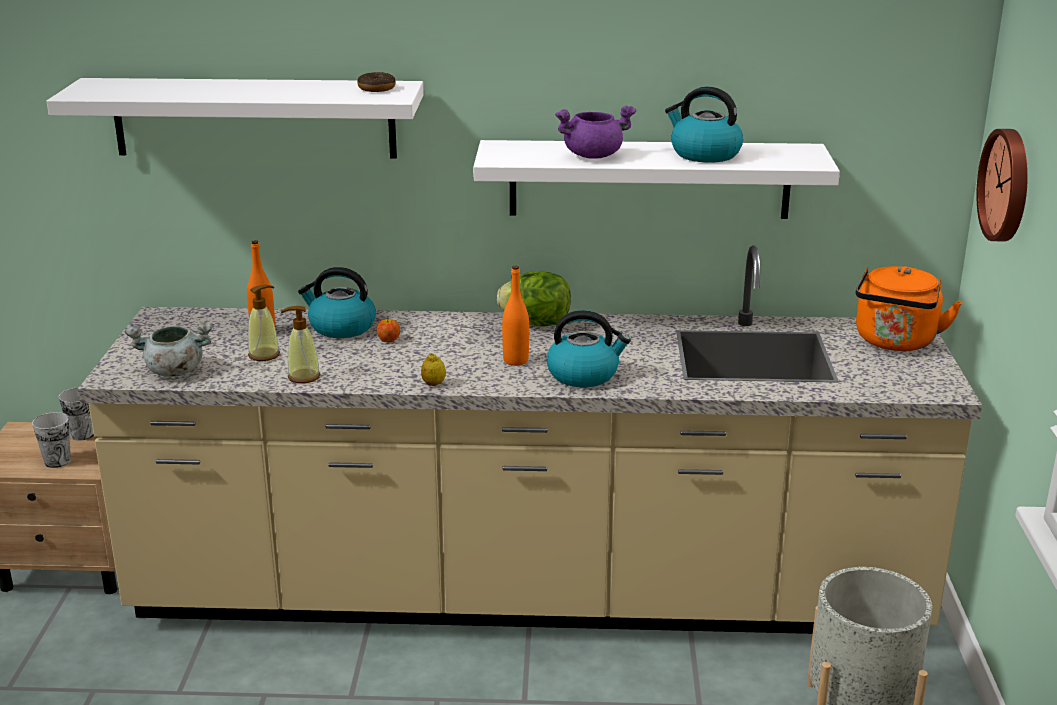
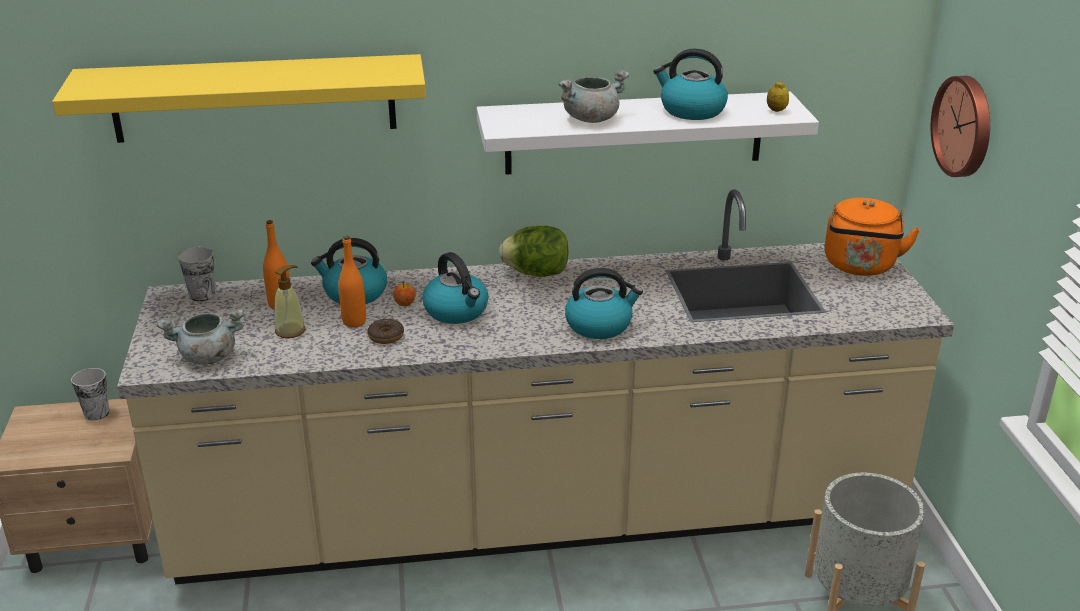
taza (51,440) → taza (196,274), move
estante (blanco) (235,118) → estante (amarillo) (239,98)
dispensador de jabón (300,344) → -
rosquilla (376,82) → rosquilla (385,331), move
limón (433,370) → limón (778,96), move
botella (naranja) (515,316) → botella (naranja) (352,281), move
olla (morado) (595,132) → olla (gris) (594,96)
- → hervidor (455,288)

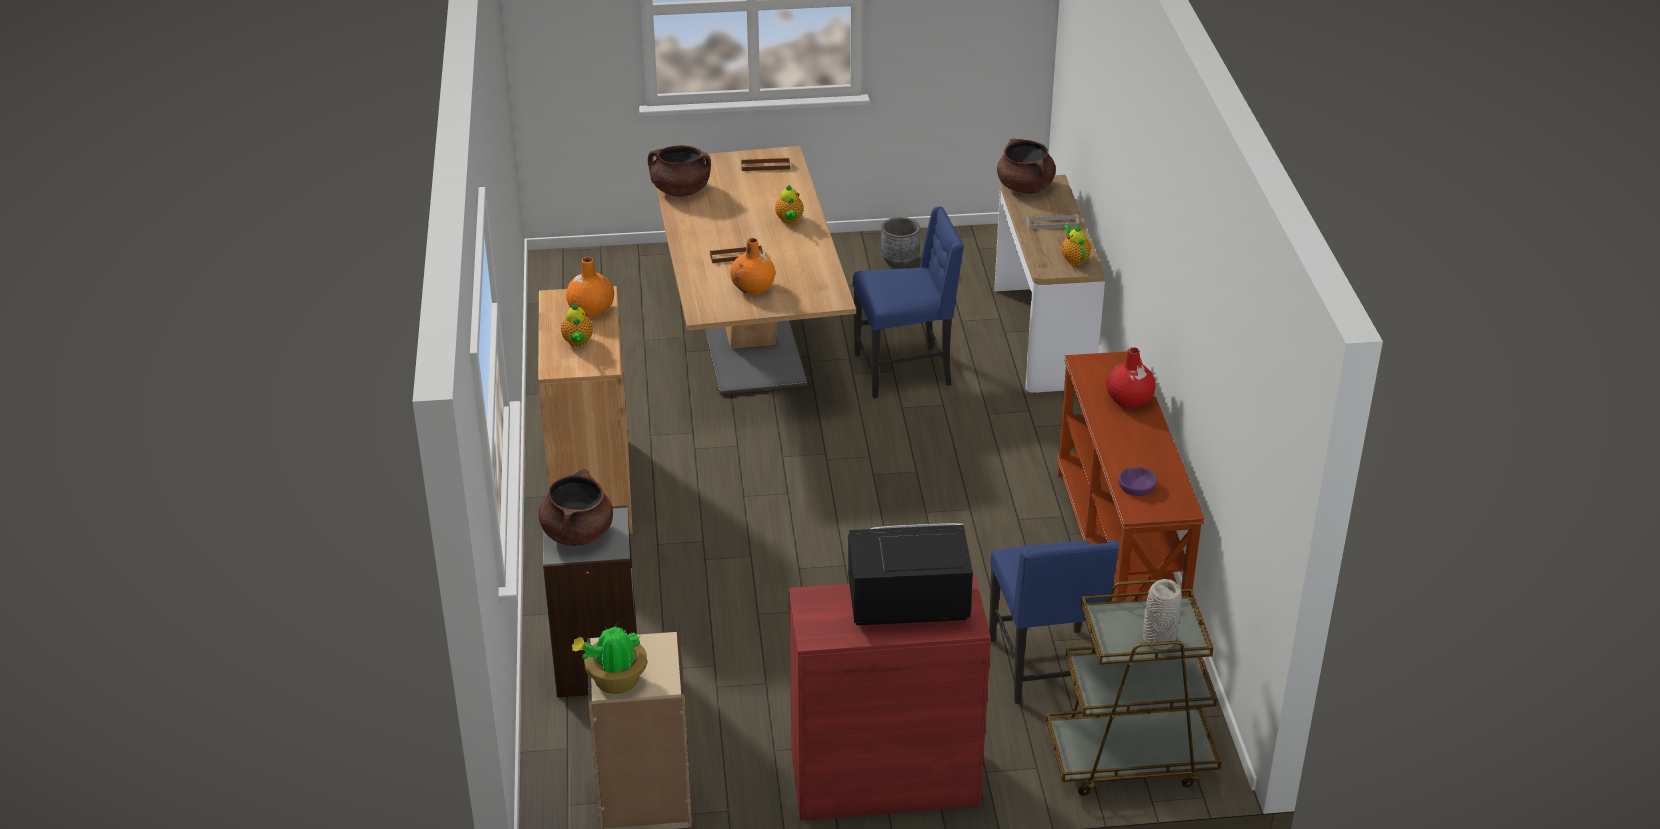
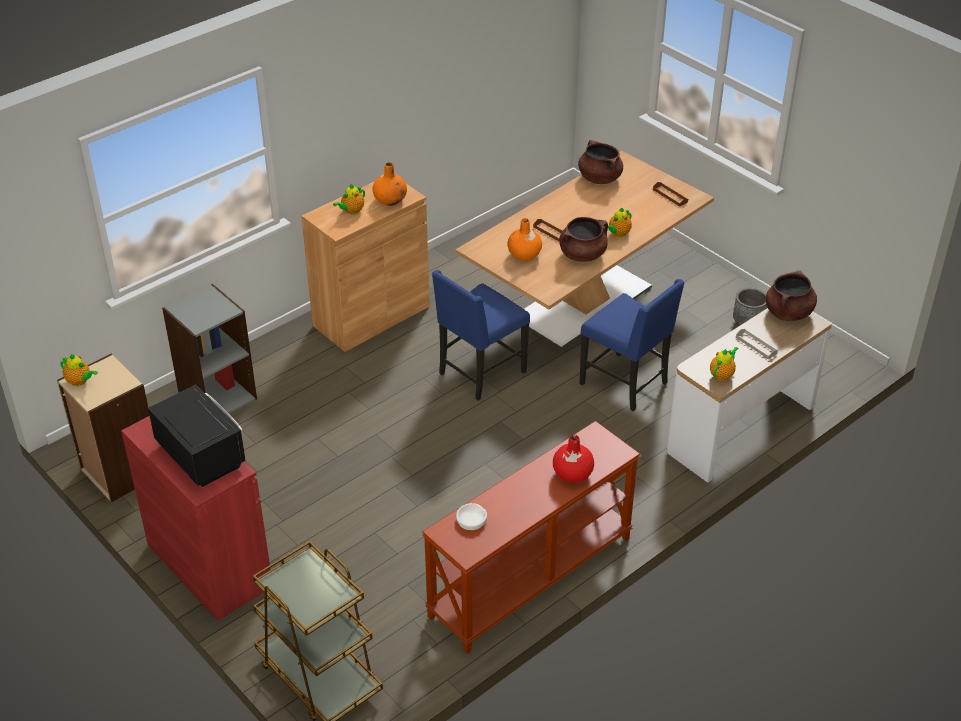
olla (marrón) (576,507) → olla (marrón) (583,239), move
planta en maceta (609,660) → tetera (79,370)
silla (azul) (1054,622) → silla (azul) (481,335), move
cuenco (morado) (1138,481) → cuenco (blanco) (471,516)
florero (gris) (1162,614) → -

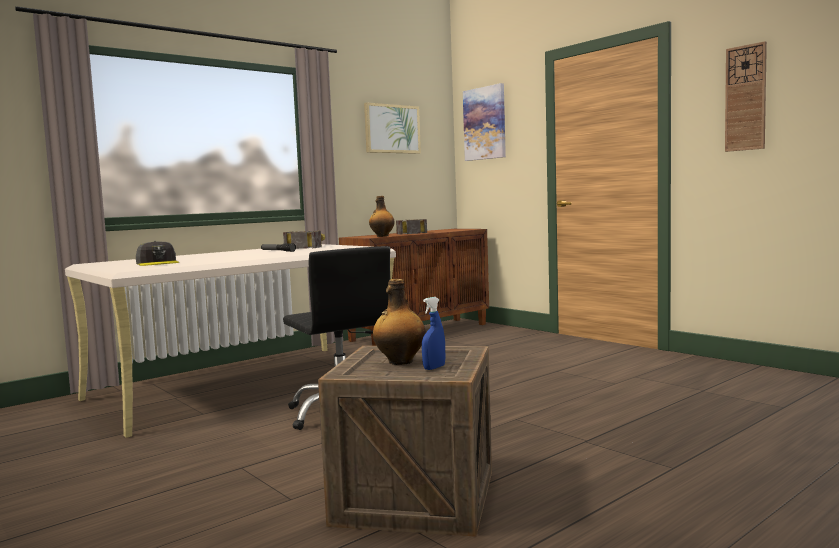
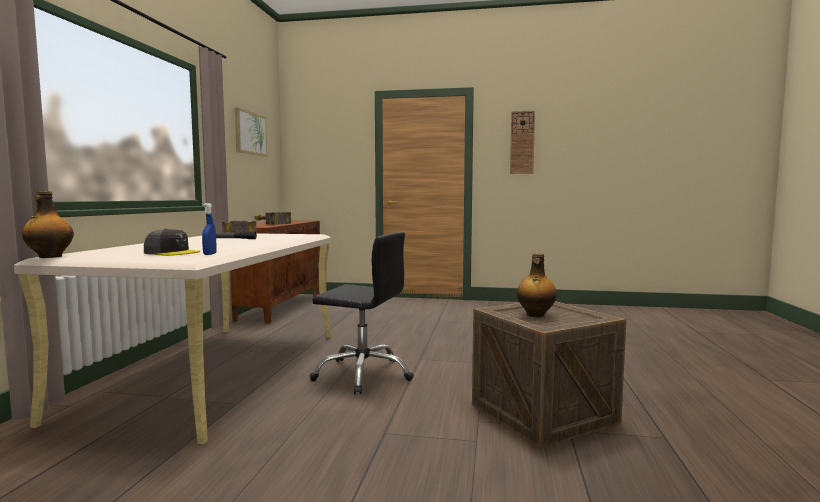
botella (382,216) → botella (48,224), move
pulverizador (azul) (433,333) → pulverizador (azul) (209,229), move
cuadro (484,122) → -

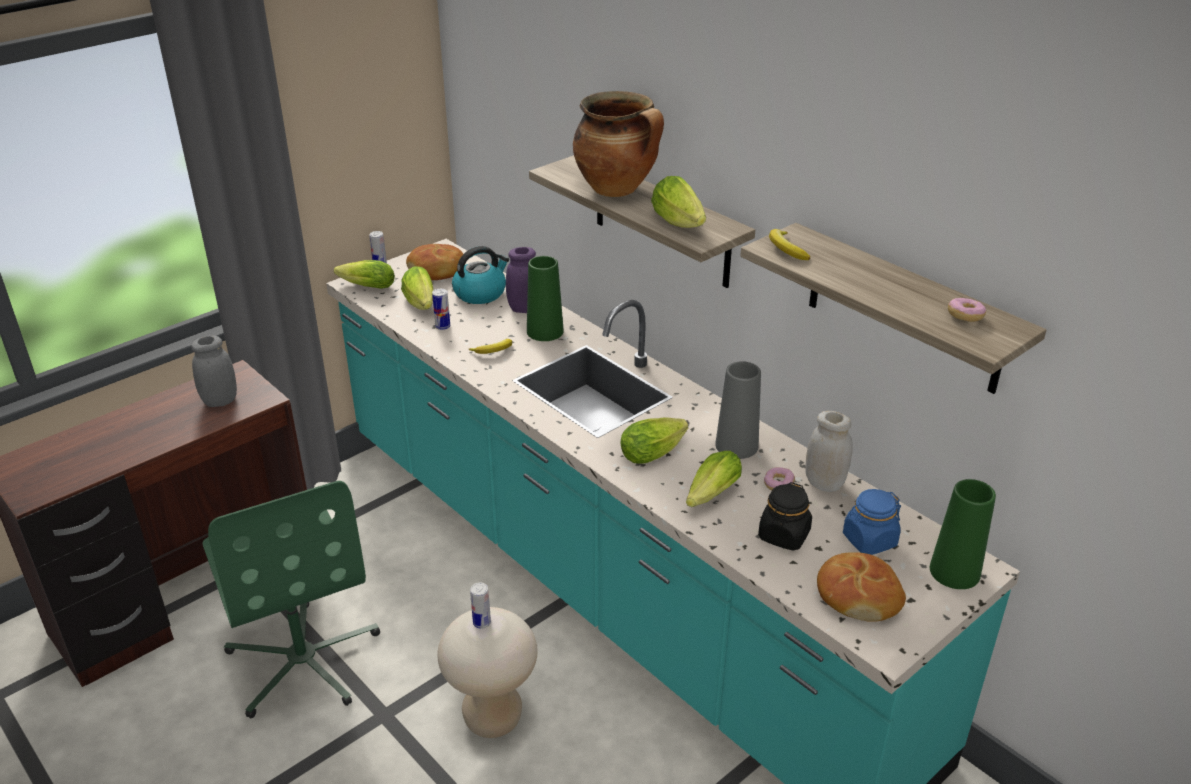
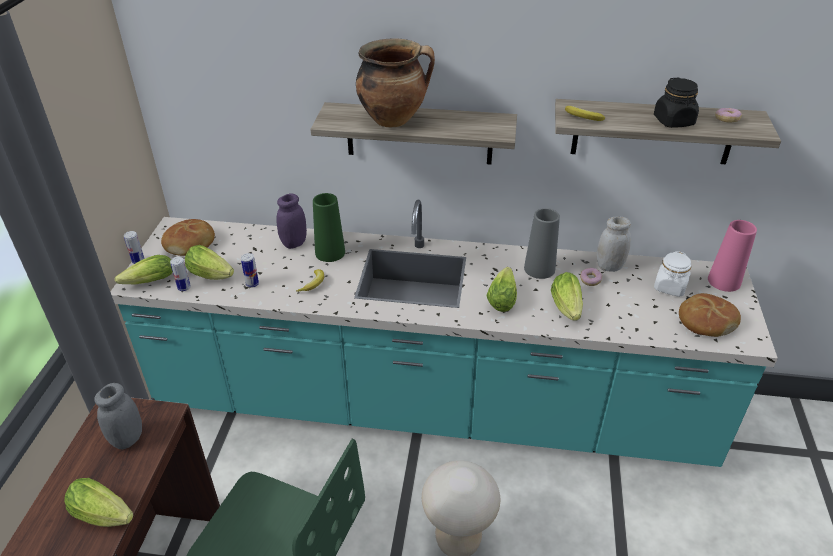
hervidor (480,275) → -
lata (480,605) → lata (180,274), move
lechuga (678,202) → lechuga (98,502), move
tarro (negro) (785,516) → tarro (negro) (676,102), move
tarro (azul) (872,522) → tarro (blanco) (672,274)
florero (verde) (963,534) → florero (rosa) (732,256)

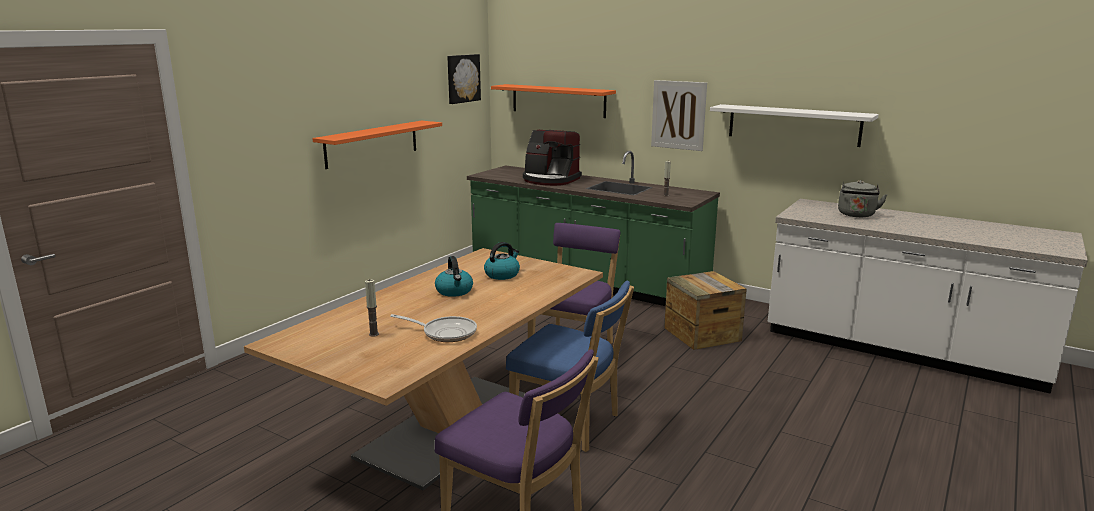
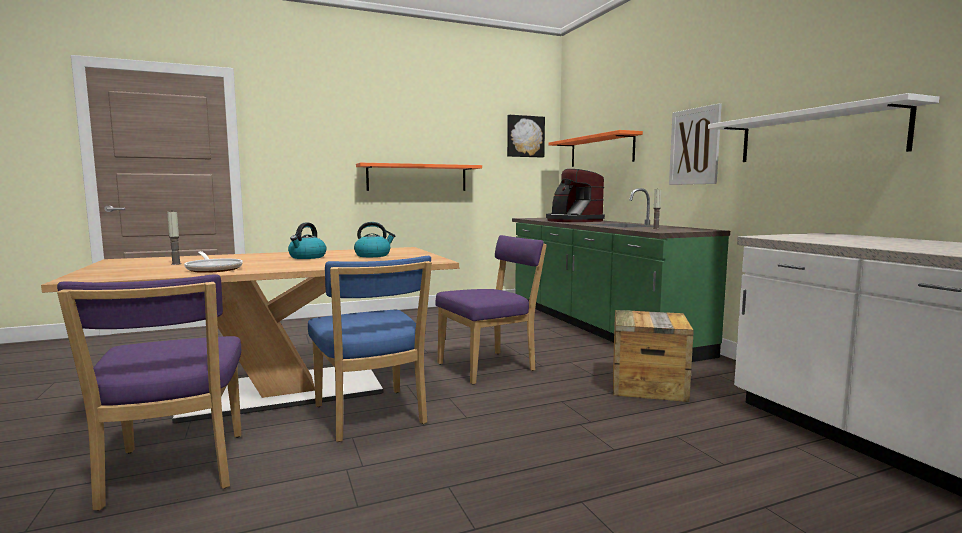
hervidor (gris) (862,198) → -

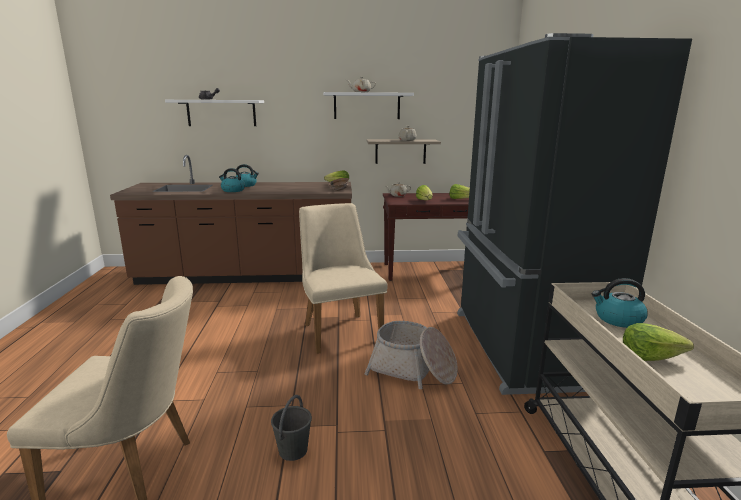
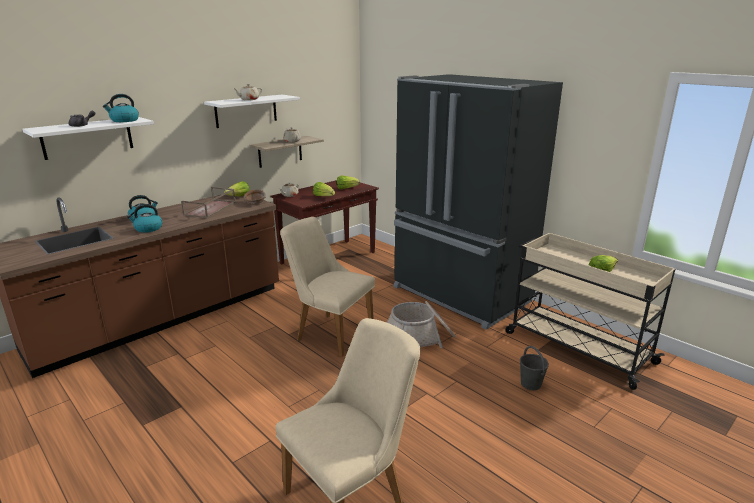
cubo (gris) (291,428) → cubo (gris) (534,368), move
hervidor (620,303) → hervidor (121,108), move
- → bandeja (marrón) (208,202)

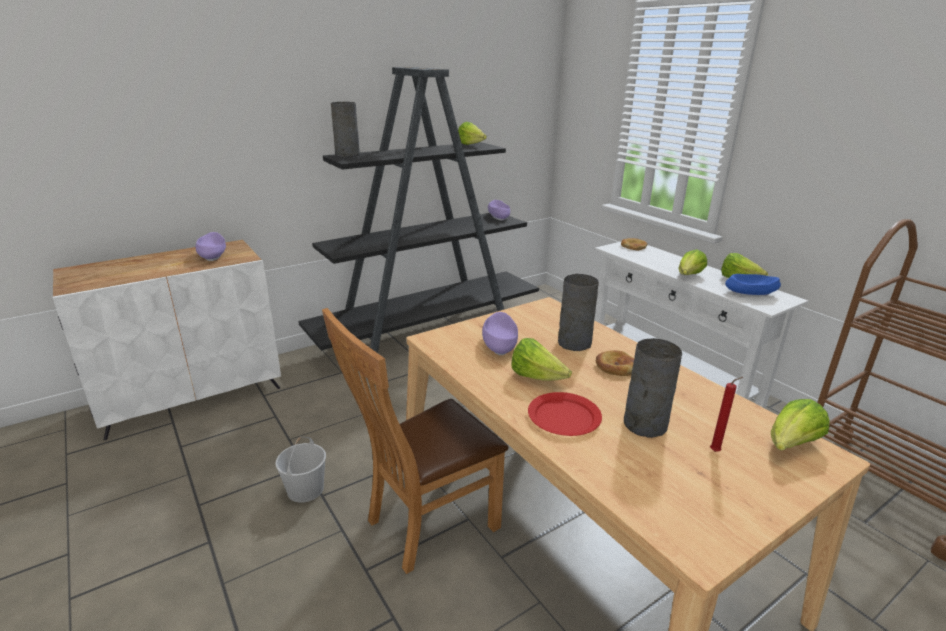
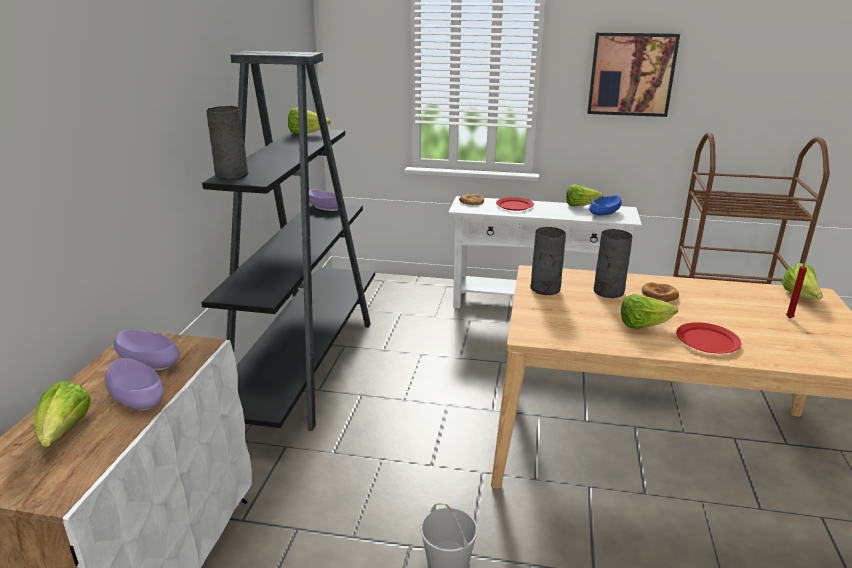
silla (marrón) (415,441) → -
cuenco (morado) (500,333) → cuenco (morado) (134,384), move
florero (gris) (653,388) → florero (gris) (548,261), move
lechuga (692,262) → lechuga (62,414), move
- → plato (rojo) (515,204)
- → cuadro (633,74)

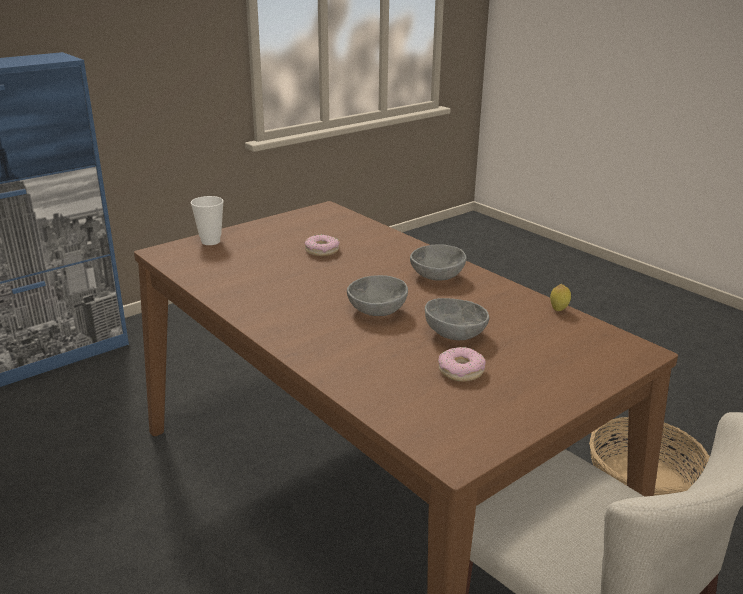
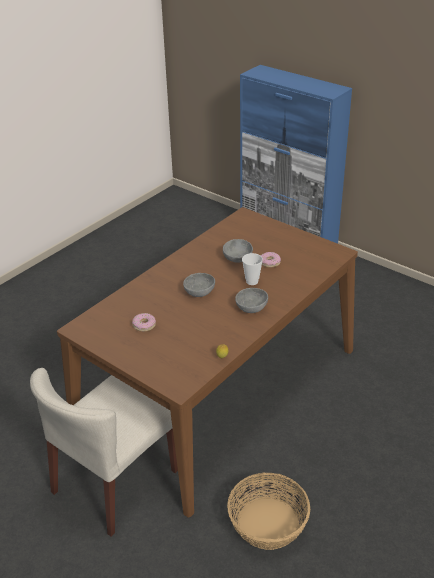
taza (207,220) → taza (252,269), move
cuenco (gris) (457,319) → cuenco (gris) (238,251), move

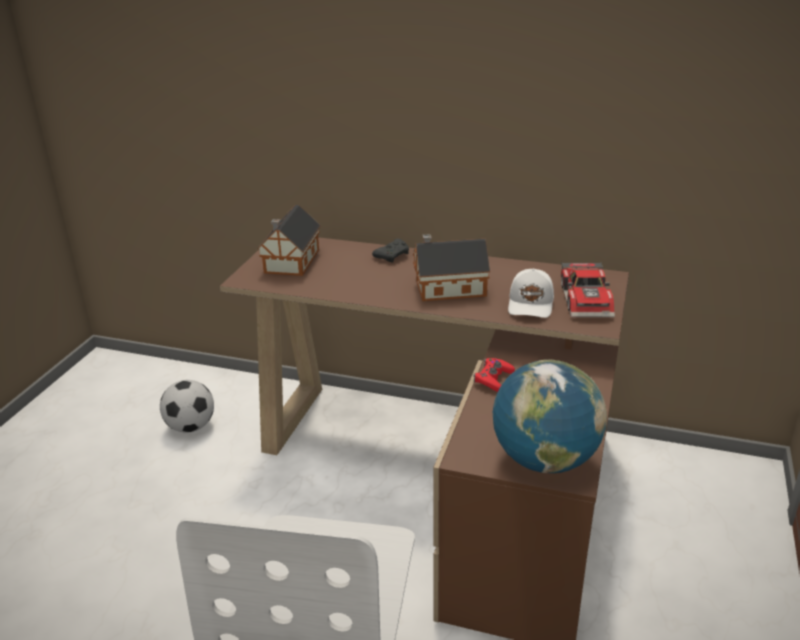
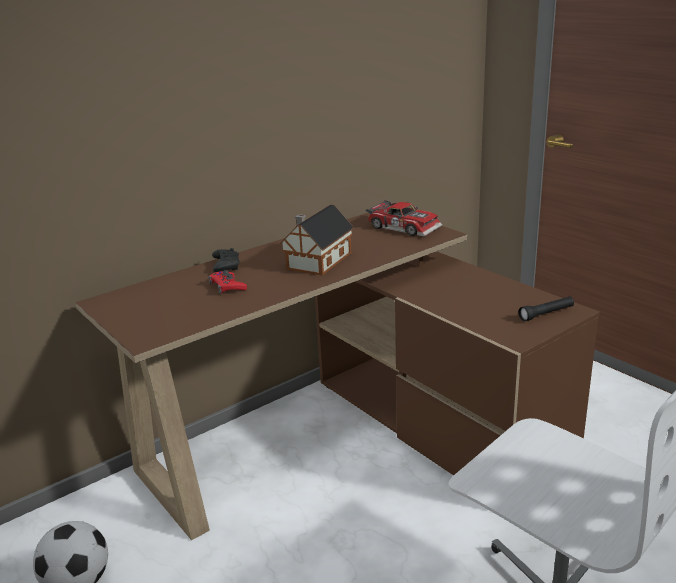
casita (289,240) → -
mando de consola (rojo) (494,375) → mando de consola (rojo) (227,282), move
globo terráqueo (550,416) → linterna (negro) (546,308)
gorra (blanco) (531,293) → -

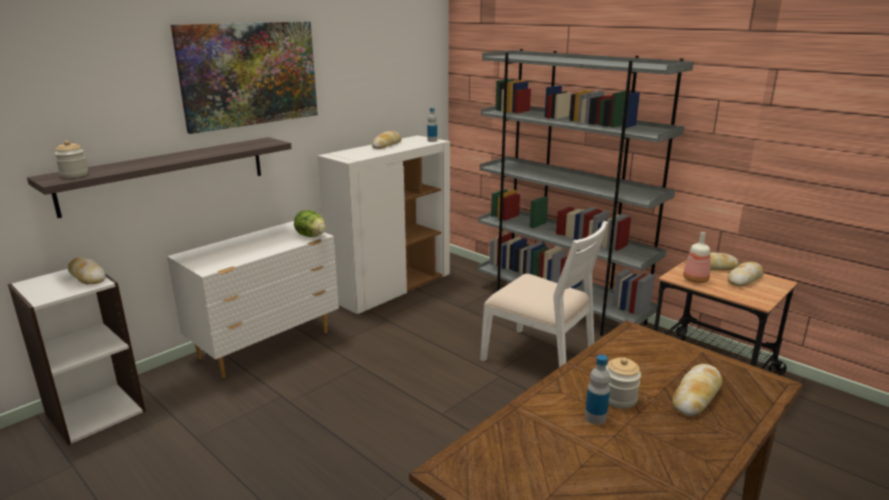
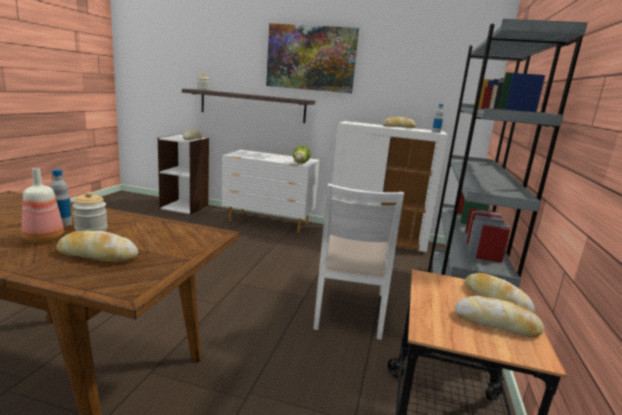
botella (696,257) → botella (43,205), move

